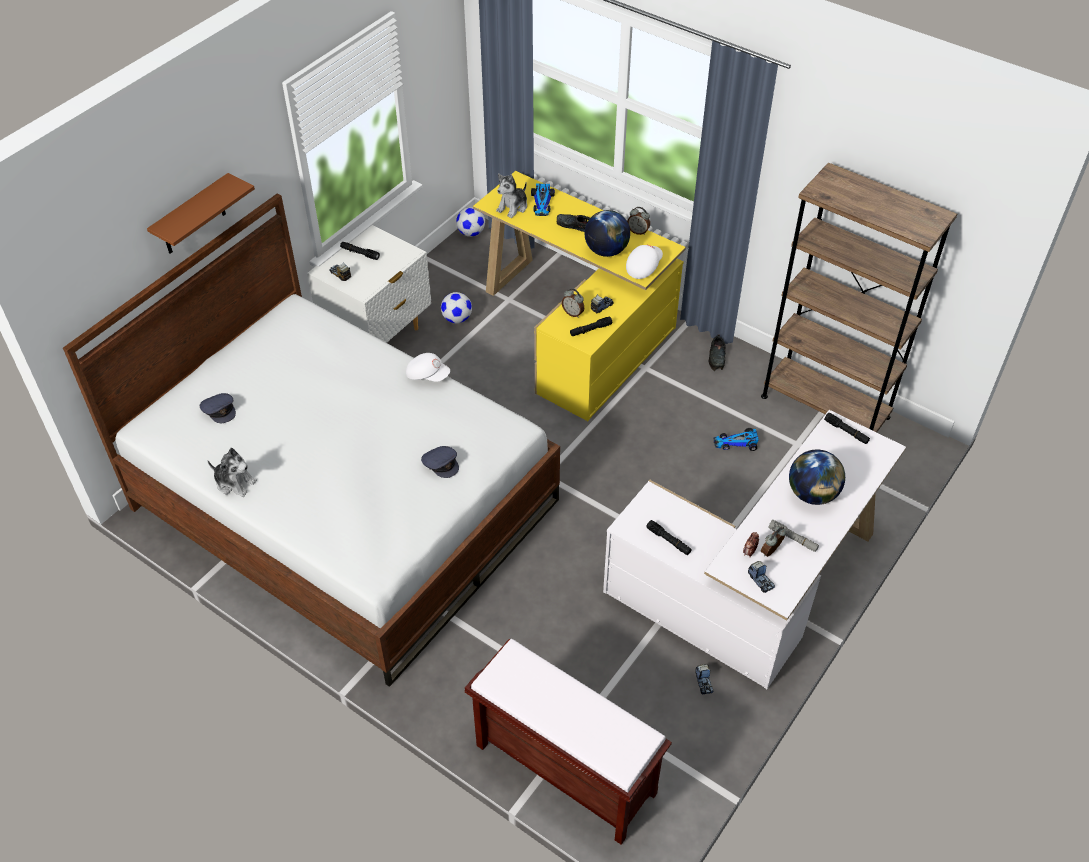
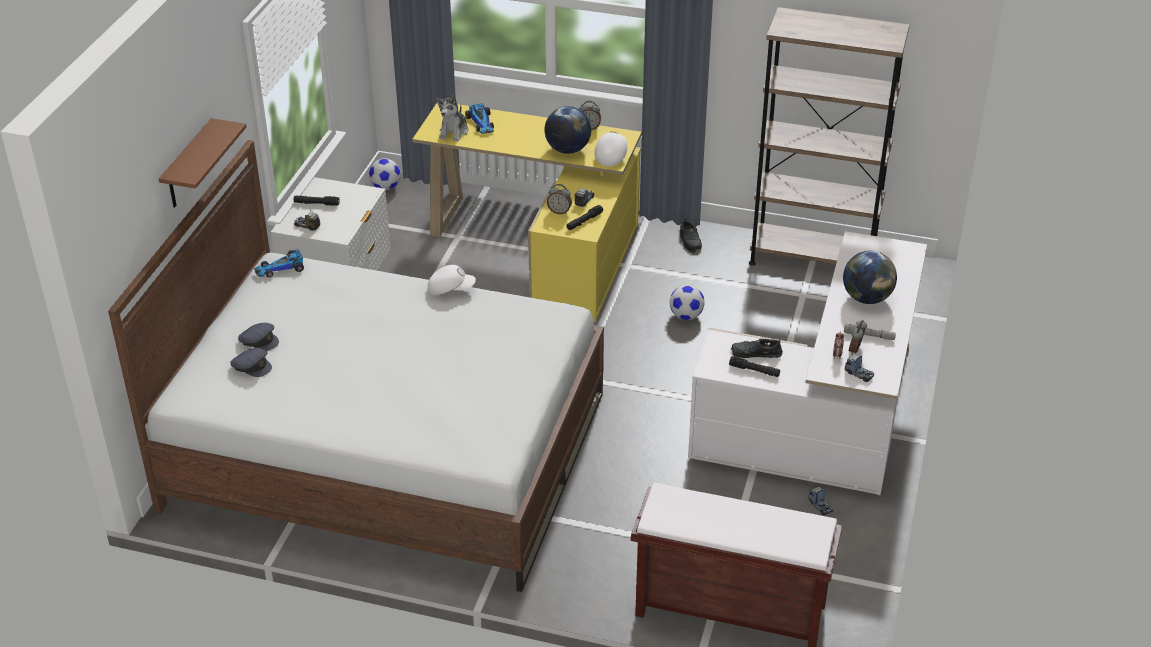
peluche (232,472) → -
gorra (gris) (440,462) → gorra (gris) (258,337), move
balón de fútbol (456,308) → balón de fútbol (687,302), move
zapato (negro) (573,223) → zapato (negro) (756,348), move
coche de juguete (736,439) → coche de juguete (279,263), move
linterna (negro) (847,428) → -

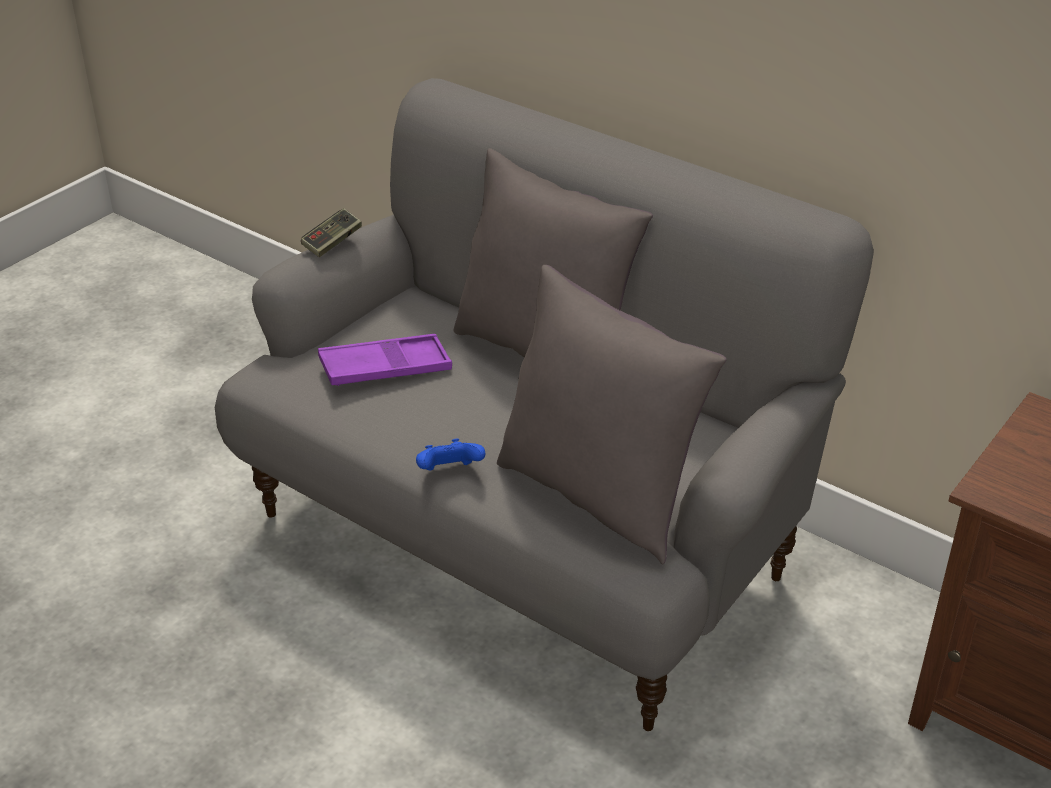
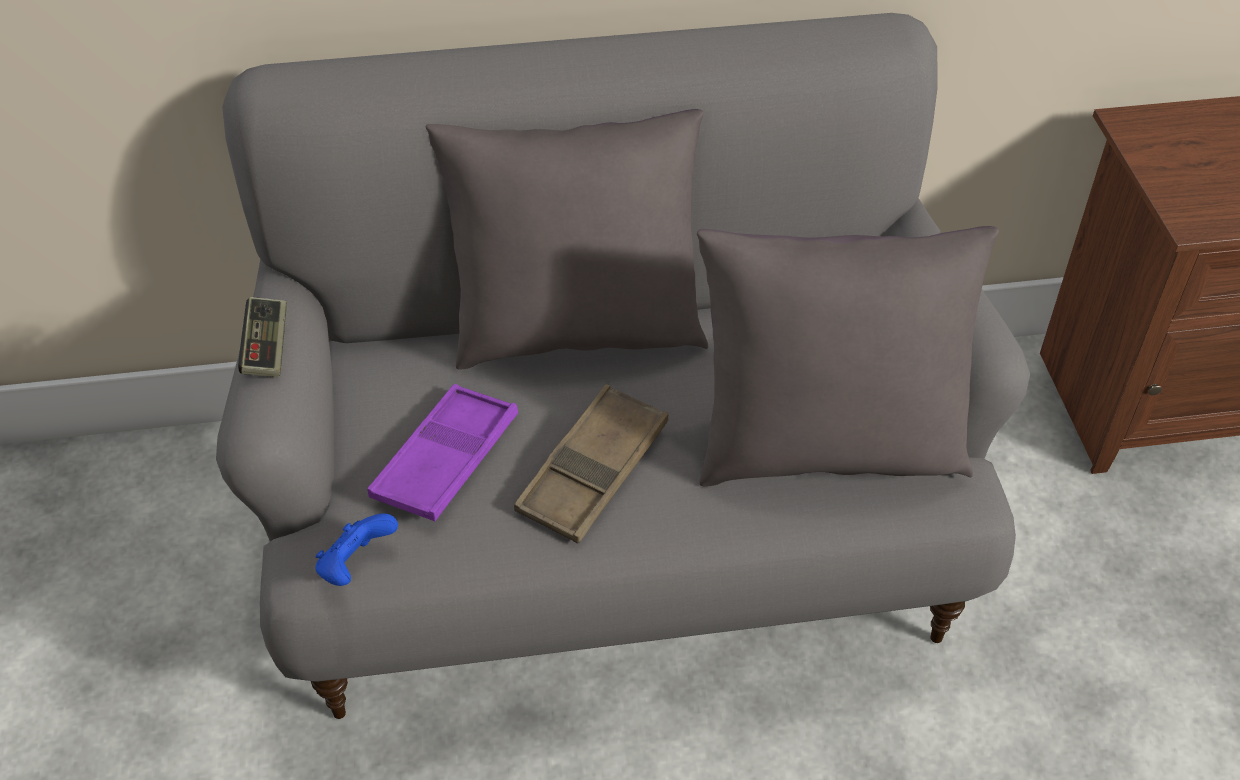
mando de consola (azul) (450,454) → mando de consola (azul) (356,550), move
- → bandeja (marrón) (591,464)

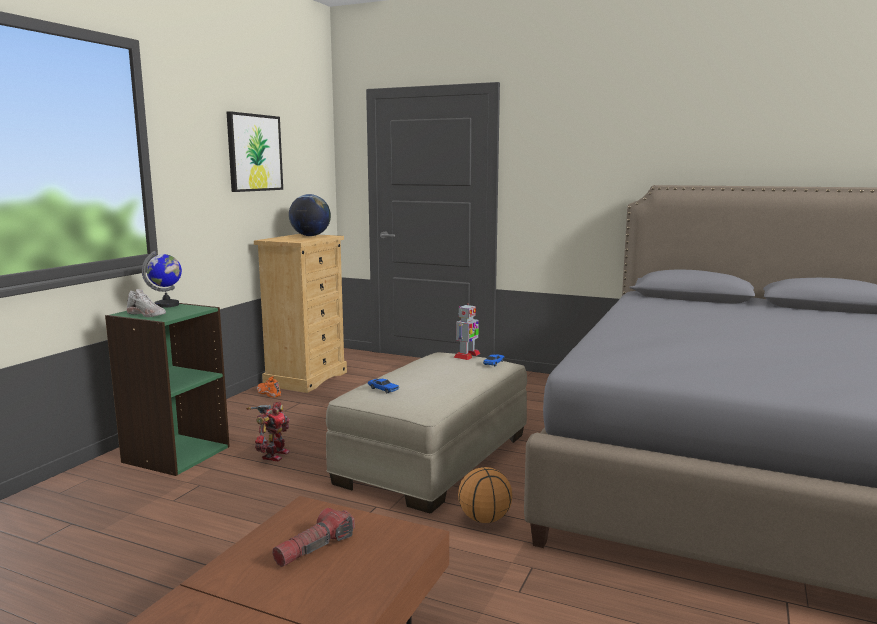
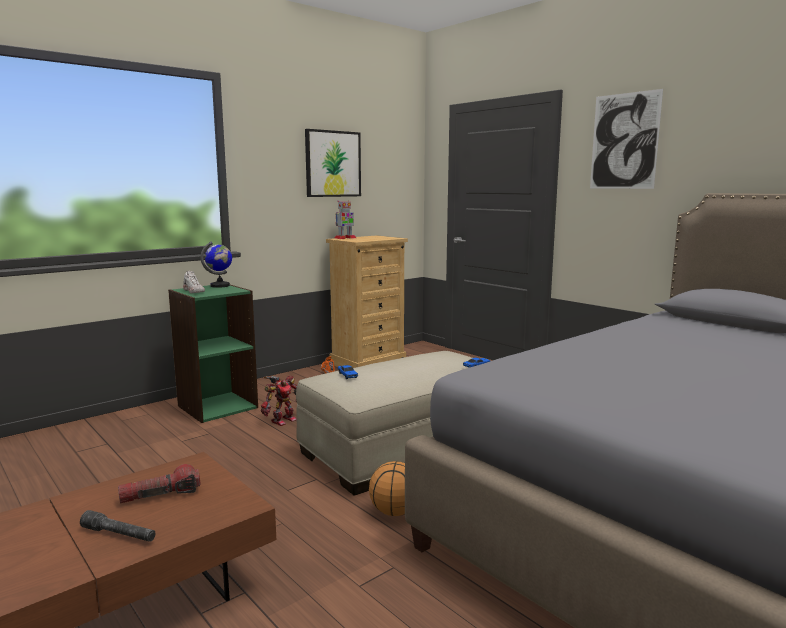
globo terráqueo (310,215) → -
robot de juguete (466,331) → robot de juguete (345,219), move
- → linterna (gris) (118,526)
- → cuadro (626,139)

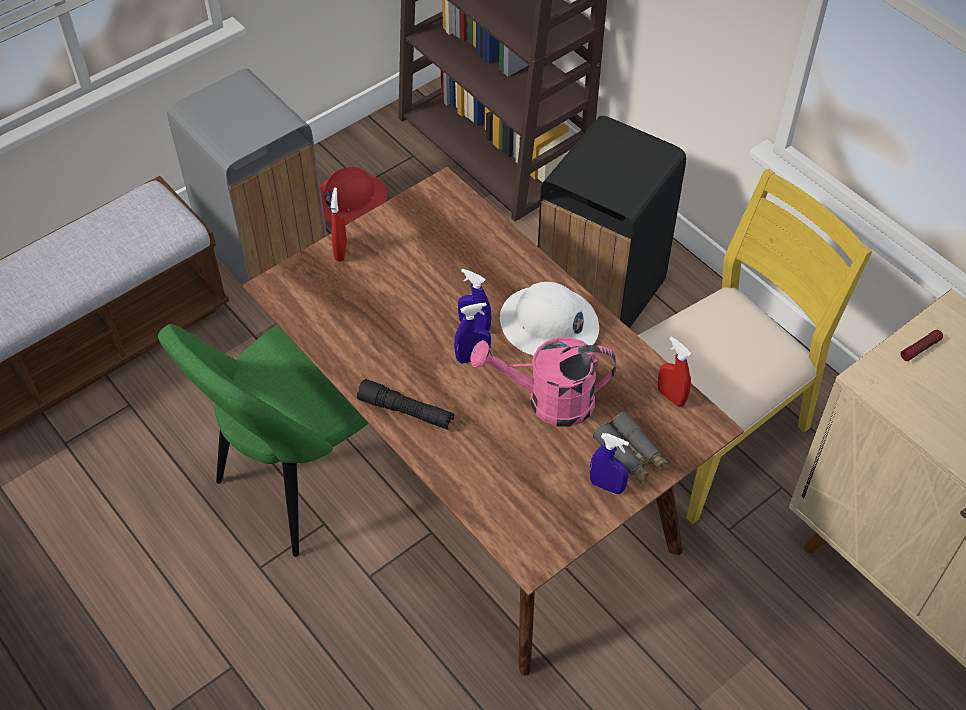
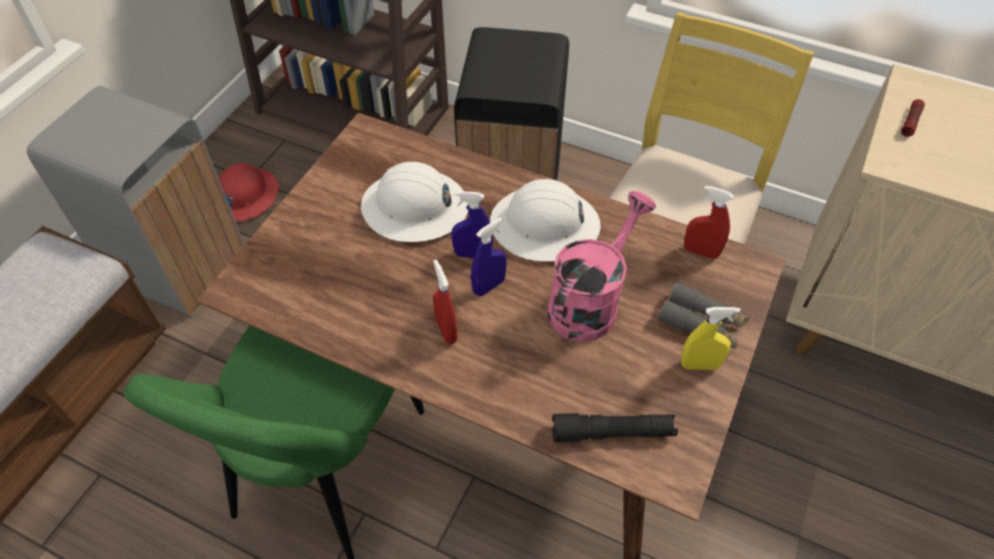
pulverizador (rojo) (339,224) → pulverizador (rojo) (445,302), move
linterna (negro) (405,404) → linterna (negro) (615,427), move
regadera (rosa) (543,382) → regadera (rosa) (601,266), 150 degrees clockwise
pulverizador (azul) (609,463) → pulverizador (amarillo) (710,338)
- → casco (blanco) (415,202)

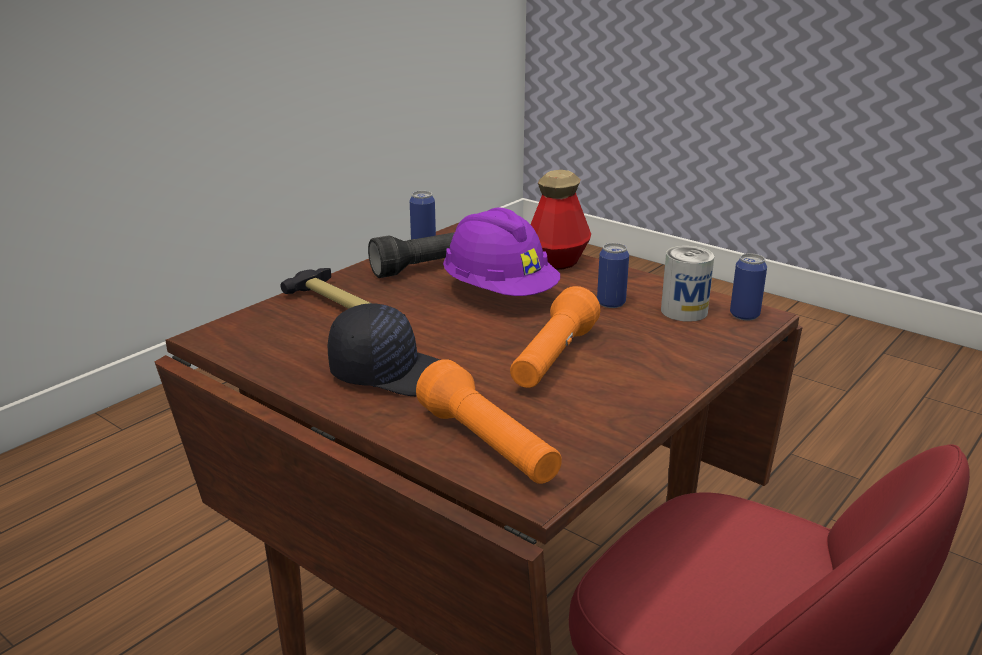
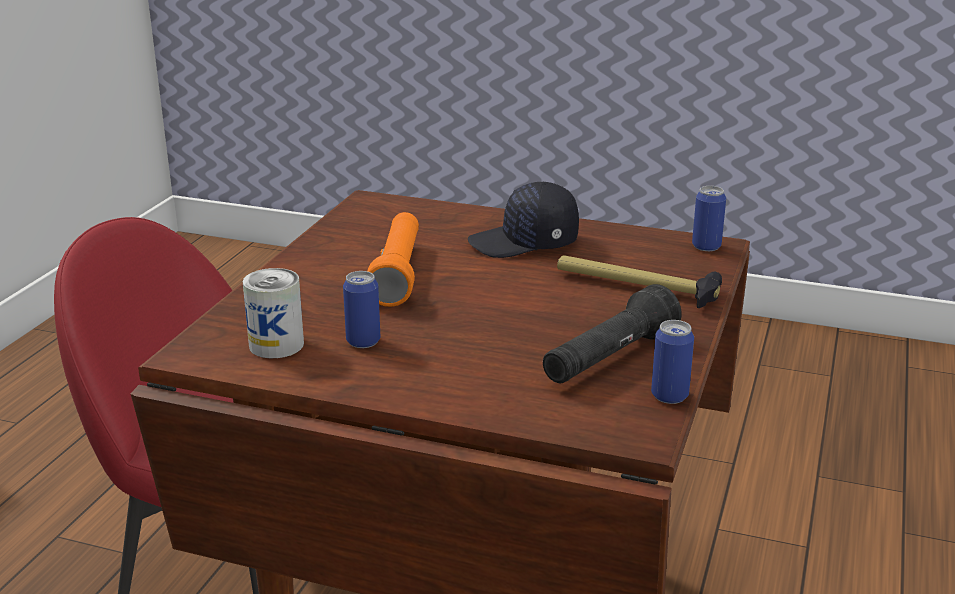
linterna (naranja) (489,421) → -
casco (morado) (501,251) → -
botella (560,220) → -
lata (748,286) → lata (709,218), move

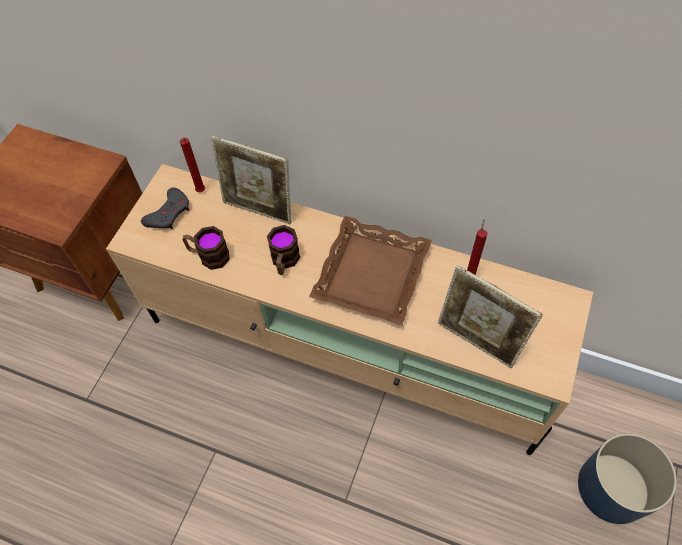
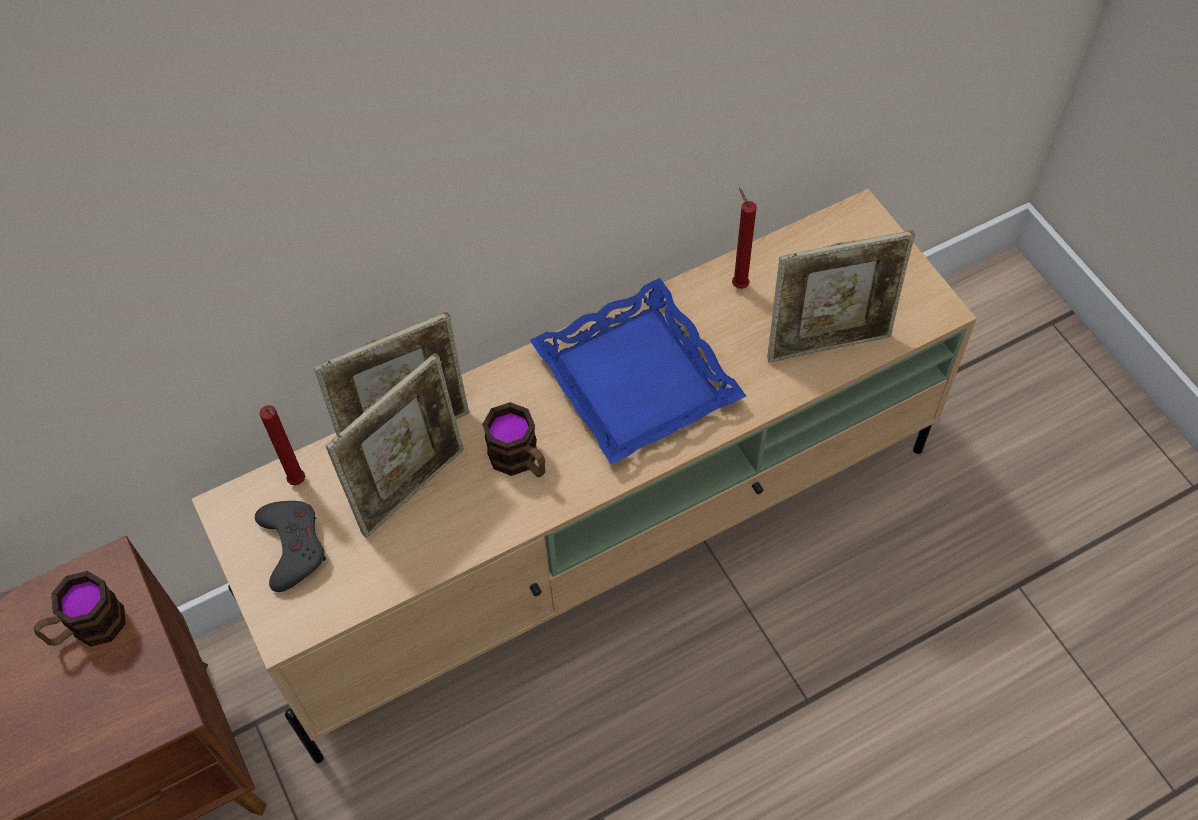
taza grande (206,248) → taza grande (80,609), move
bandeja (marrón) (370,271) → bandeja (azul) (638,371)
maceta (azul) (627,478) → -
- → portarretratos (395,445)

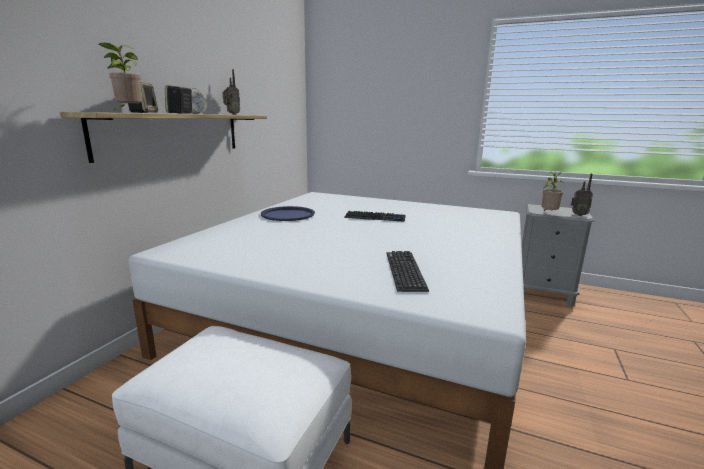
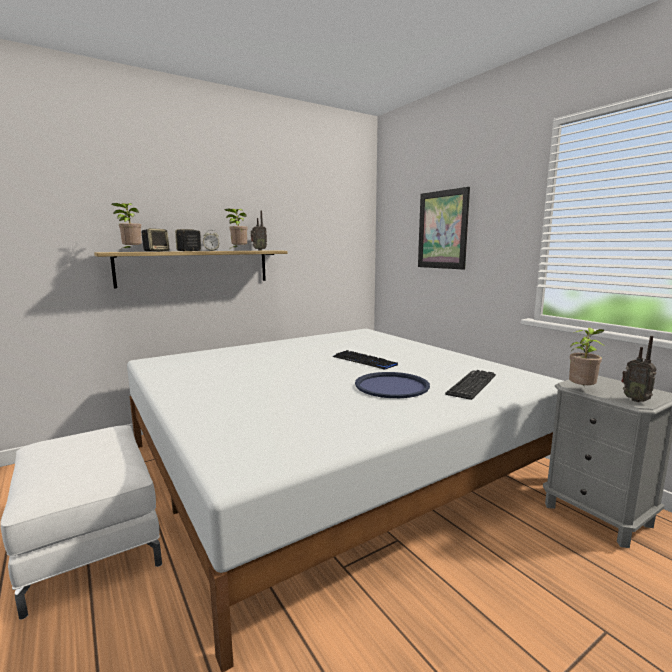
bandeja (azul) (288,213) → bandeja (azul) (392,385), move
teclado (408,271) → teclado (470,385), move
- → planta en maceta (236,229)
- → cuadro (444,228)

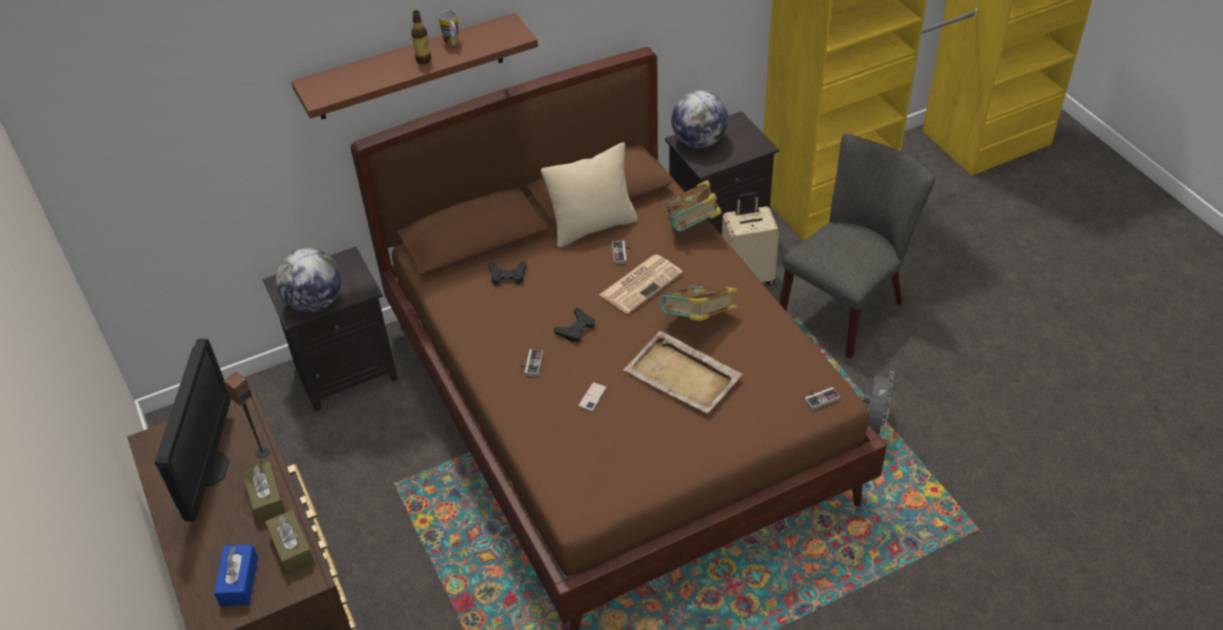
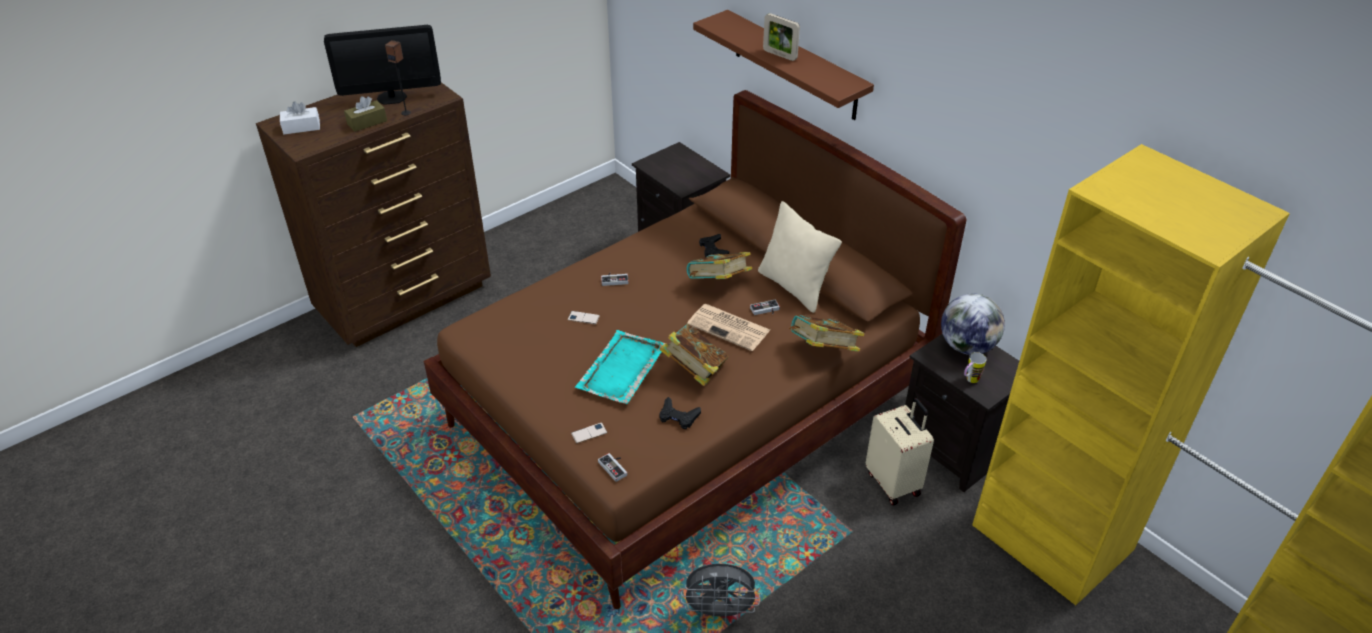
caja de pañuelos (azul) (236,575) → caja de pañuelos (blanco) (300,117)
caja de pañuelos (marrón) (289,542) → -
globo terráqueo (308,280) → -
botella (421,37) → portarretratos (781,37)
taza grande (448,27) → taza grande (975,367), move
mando de consola (negro) (574,325) → mando de consola (negro) (680,413), move
bandeja (beis) (682,372) → bandeja (turquesa) (620,367)
silla (gris) (857,246) → -
- → móvil (589,433)
- → libro (719,265)

